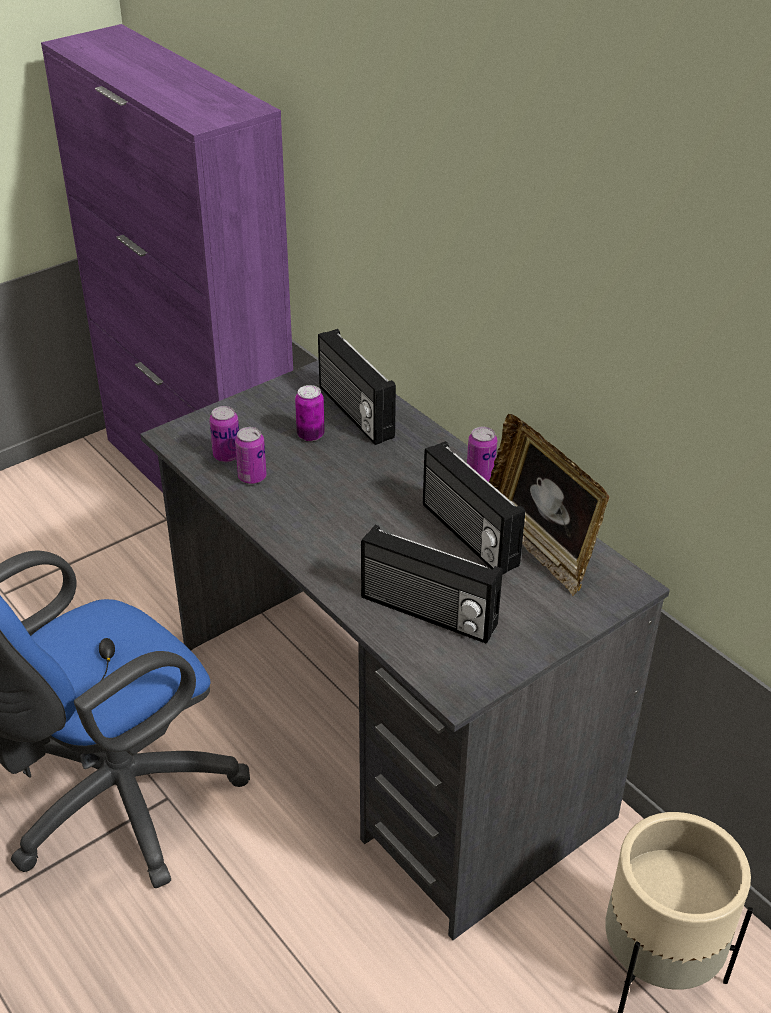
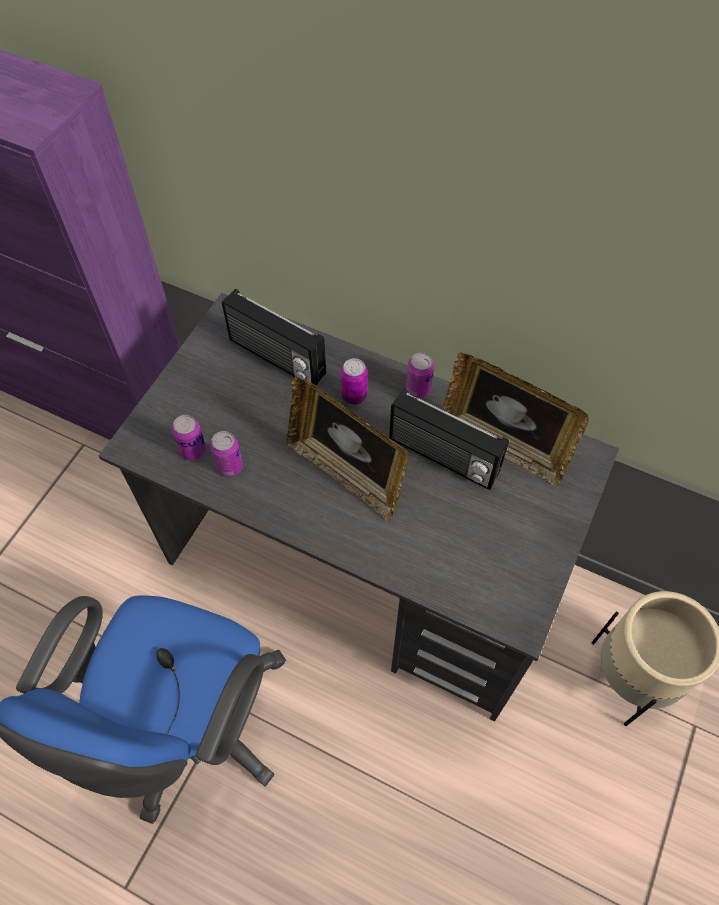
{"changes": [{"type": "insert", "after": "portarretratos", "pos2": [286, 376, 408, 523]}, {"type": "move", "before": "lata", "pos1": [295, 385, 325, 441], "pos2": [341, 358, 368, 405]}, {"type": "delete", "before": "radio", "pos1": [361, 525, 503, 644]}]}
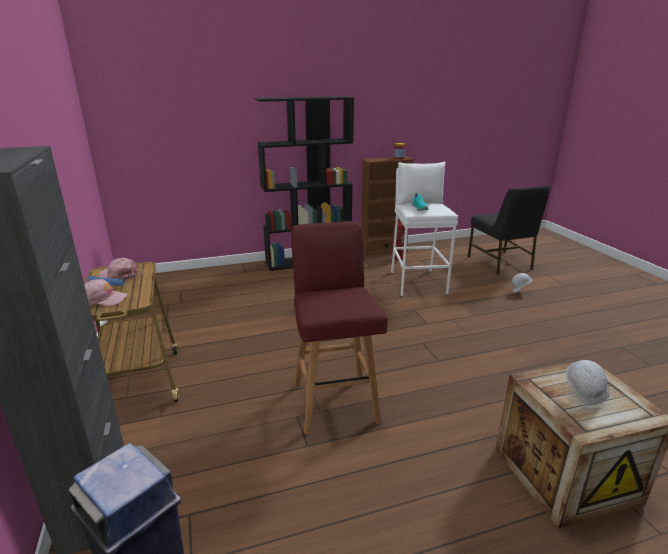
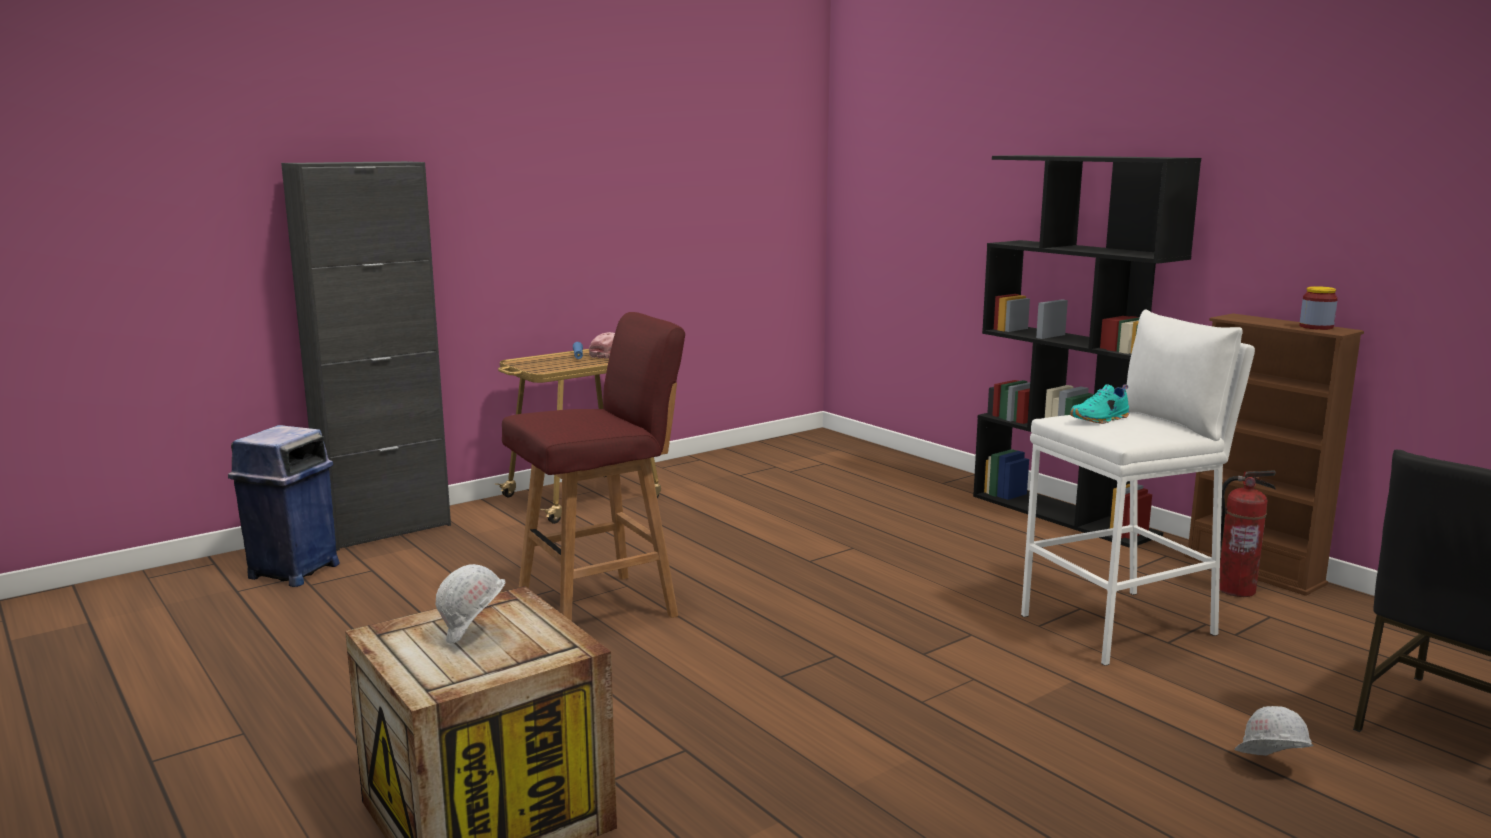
{"changes": [{"type": "delete", "before": "gorra [rosa]", "pos1": [84, 279, 128, 306]}]}
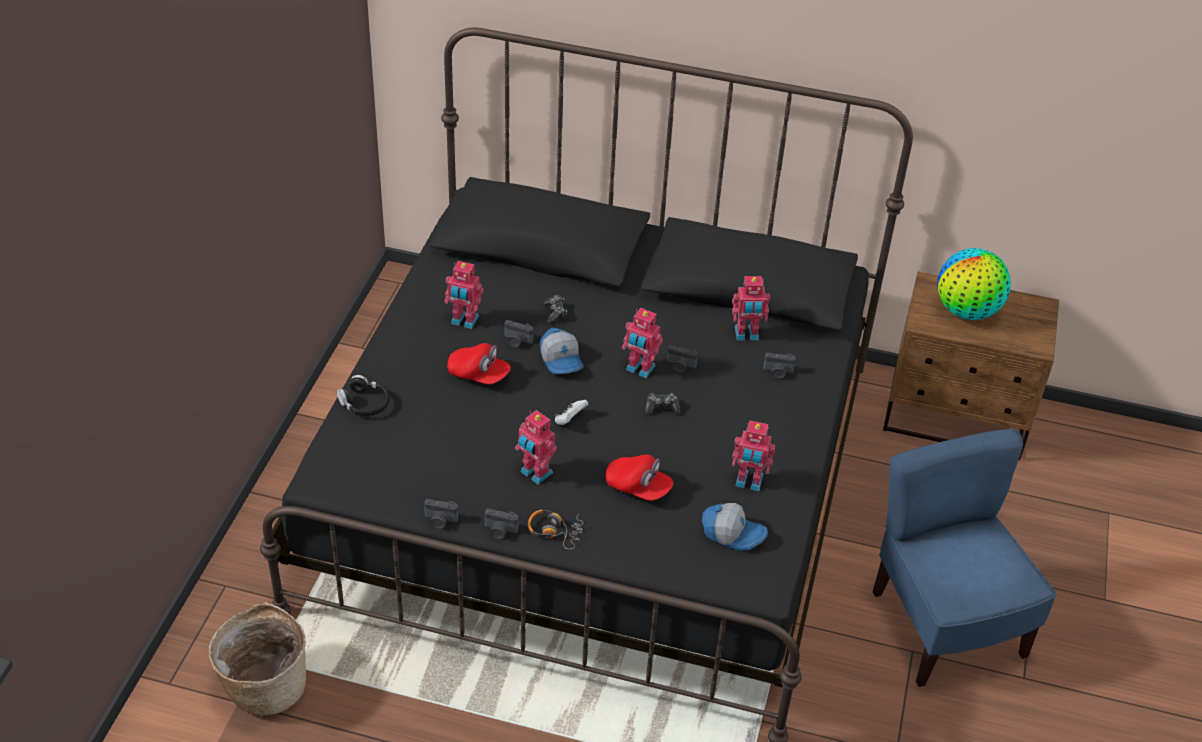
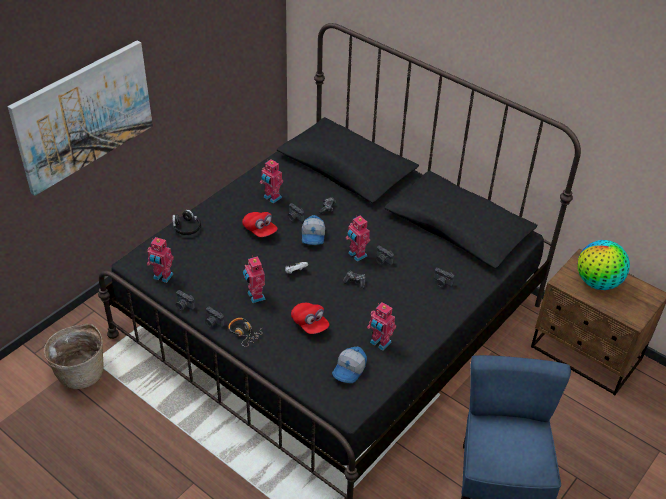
{"changes": [{"type": "insert", "after": "cuadro", "pos2": [8, 40, 153, 196]}, {"type": "move", "before": "robot de juguete", "pos1": [732, 276, 770, 340], "pos2": [147, 237, 174, 283]}, {"type": "rotate", "before": "gorra", "pos1": [702, 503, 768, 551], "pos2": [332, 347, 367, 383], "turn": 75}]}
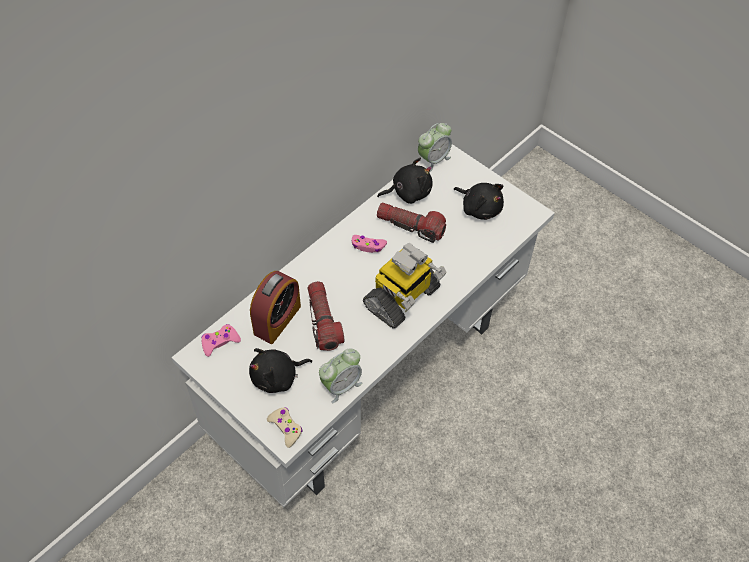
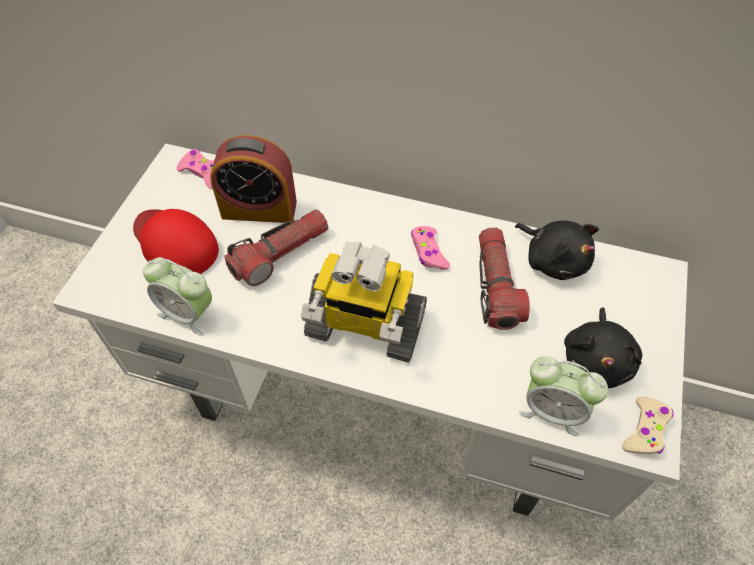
{"changes": [{"type": "replace", "before": "peluche [negro]", "after": "gorra [rojo]", "pos1": [249, 348, 312, 393], "pos2": [133, 209, 219, 274]}, {"type": "move", "before": "despertador", "pos1": [418, 123, 452, 172], "pos2": [519, 356, 608, 436]}, {"type": "move", "before": "mando de consola [beis]", "pos1": [267, 407, 302, 448], "pos2": [622, 397, 674, 454]}]}
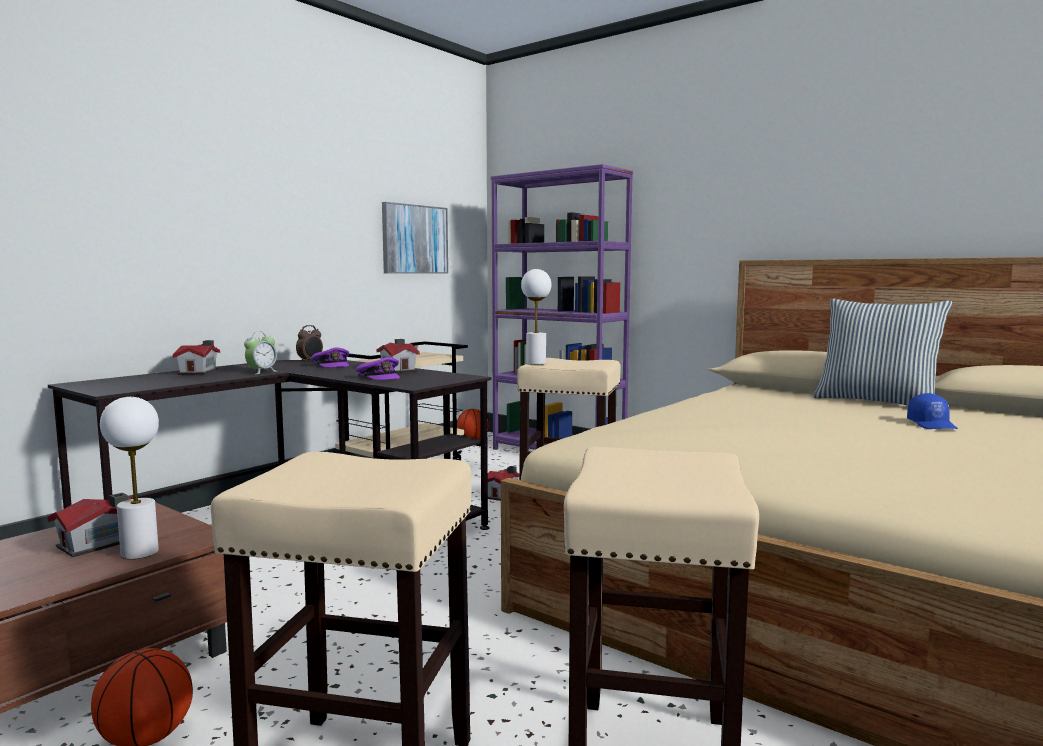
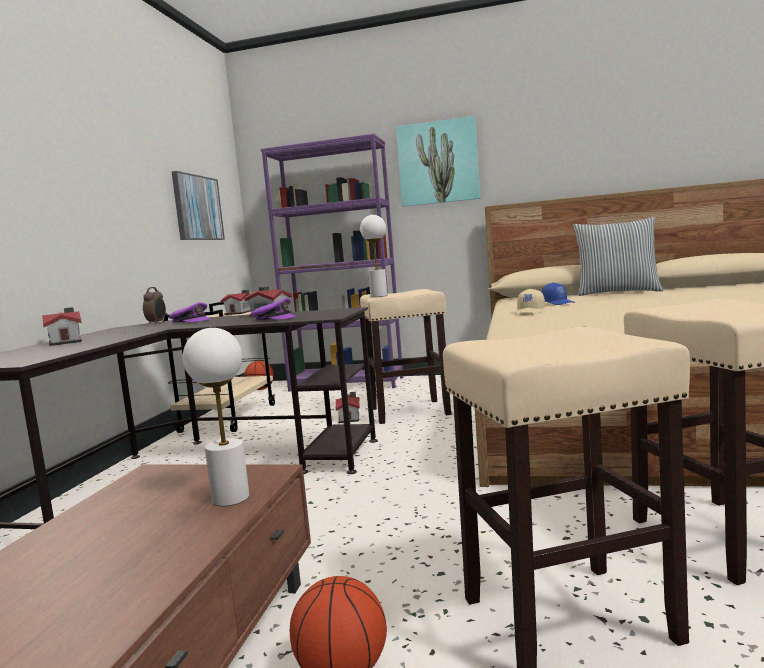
{"changes": [{"type": "move", "before": "casita", "pos1": [47, 493, 131, 557], "pos2": [221, 290, 251, 315]}, {"type": "insert", "after": "cuadro", "pos2": [396, 116, 480, 207]}, {"type": "insert", "after": "gorra [beis]", "pos2": [516, 289, 545, 314]}, {"type": "move", "before": "gorra [azul]", "pos1": [907, 393, 958, 429], "pos2": [542, 283, 575, 305]}, {"type": "delete", "before": "despertador", "pos1": [244, 331, 277, 374]}]}
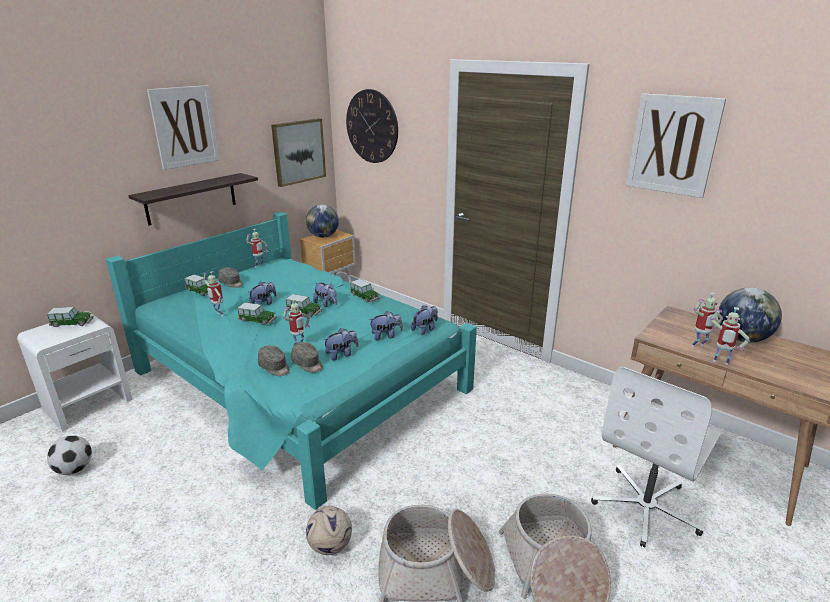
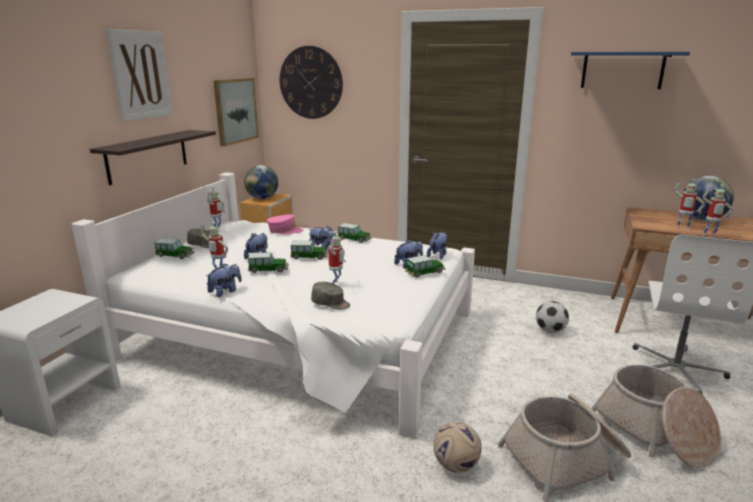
{"changes": [{"type": "recolor", "before": "cama [turquesa]", "after": "cama [blanco]", "pos1": [106, 212, 477, 510], "pos2": [72, 172, 475, 439]}, {"type": "move", "before": "peluche", "pos1": [323, 328, 358, 361], "pos2": [206, 263, 242, 297]}, {"type": "insert", "after": "gorra [rosa]", "pos2": [267, 214, 304, 234]}, {"type": "move", "before": "coche de juguete", "pos1": [47, 307, 94, 327], "pos2": [405, 255, 445, 278]}, {"type": "move", "before": "balón de fútbol", "pos1": [47, 435, 92, 475], "pos2": [536, 301, 569, 333]}, {"type": "replace", "before": "cuadro", "after": "estante [azul]", "pos1": [626, 93, 726, 198], "pos2": [571, 52, 690, 89]}, {"type": "rotate", "before": "robot de juguete", "pos1": [691, 293, 723, 347], "pos2": [673, 179, 705, 228], "turn": 60}, {"type": "delete", "before": "gorra [gris]", "pos1": [291, 342, 323, 373]}]}
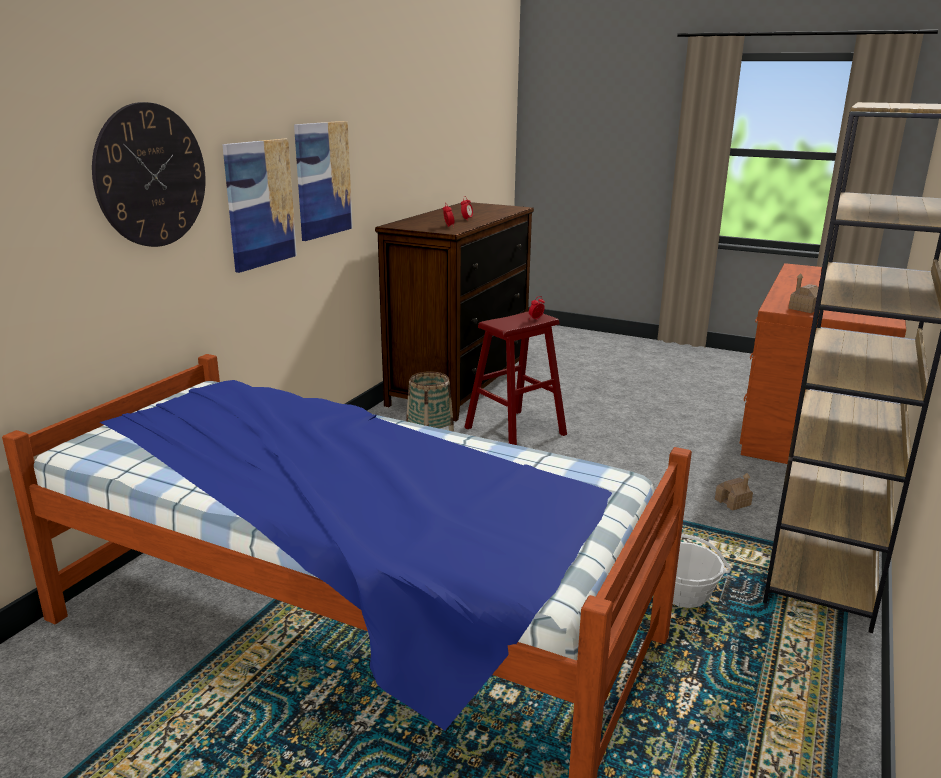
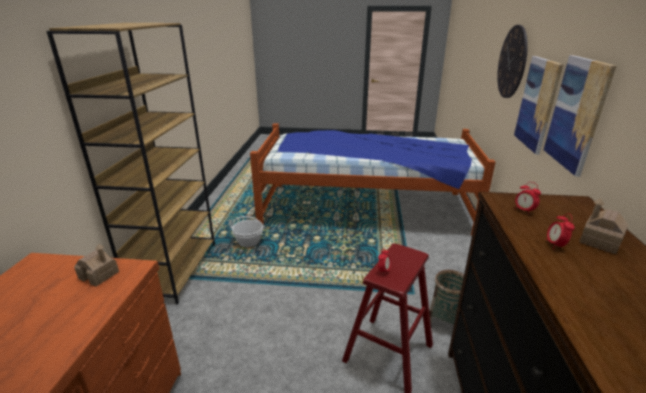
{"changes": [{"type": "move", "before": "casita", "pos1": [715, 473, 753, 511], "pos2": [579, 198, 629, 254]}]}
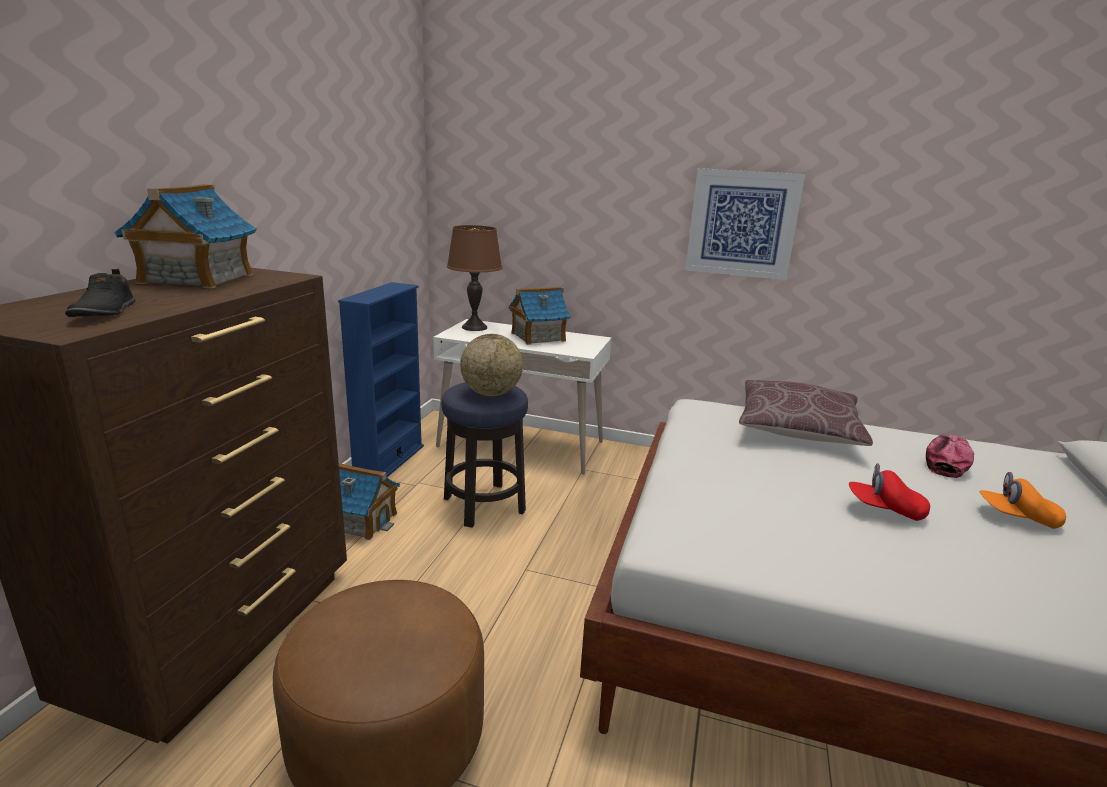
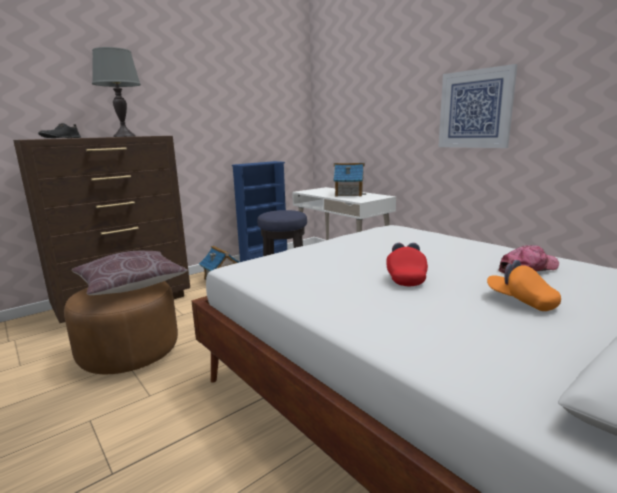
{"changes": [{"type": "move", "before": "cojín [marrón]", "pos1": [739, 380, 873, 446], "pos2": [72, 251, 188, 295]}, {"type": "replace", "before": "casita", "after": "lámpara de mesa [gris]", "pos1": [114, 184, 256, 289], "pos2": [92, 47, 141, 137]}, {"type": "rotate", "before": "gorra [rojo]", "pos1": [849, 464, 930, 521], "pos2": [386, 243, 428, 287], "turn": 45}, {"type": "delete", "before": "lámpara de mesa [marrón]", "pos1": [447, 225, 502, 331]}, {"type": "delete", "before": "globo terráqueo", "pos1": [460, 334, 523, 396]}]}
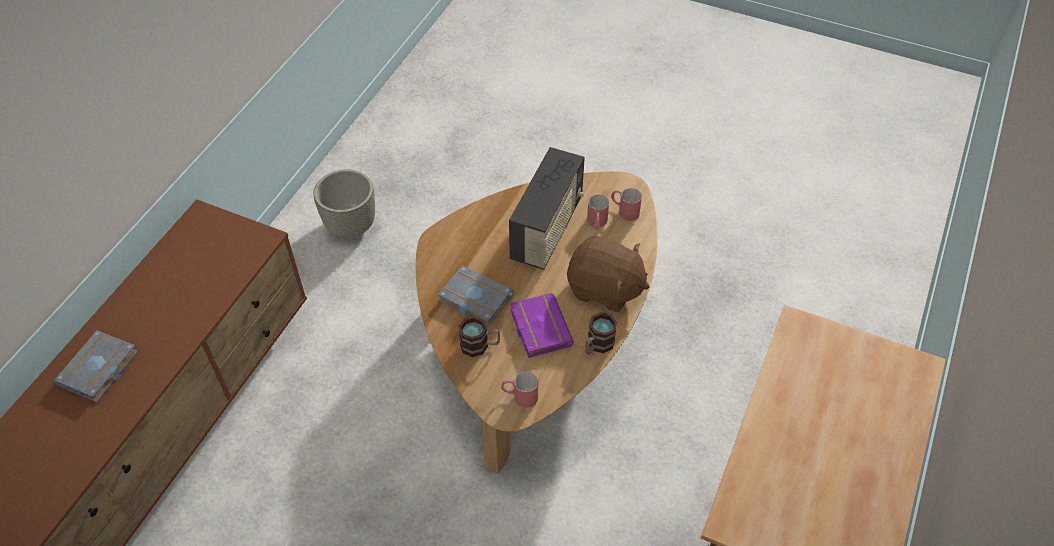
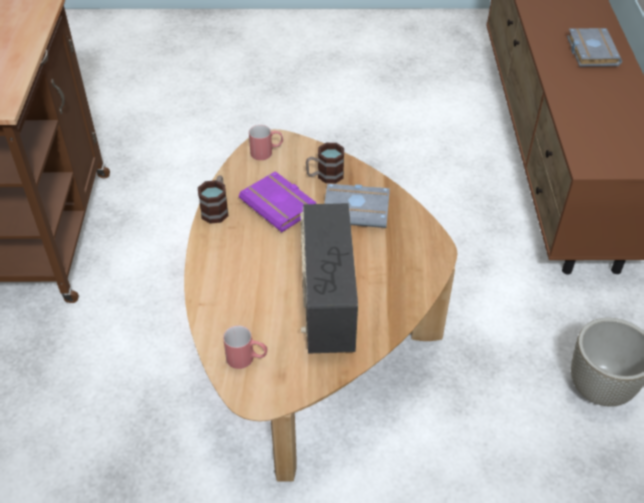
{"changes": [{"type": "delete", "before": "peluche [marrón]", "pos1": [567, 236, 650, 313]}, {"type": "delete", "before": "taza grande [rojo]", "pos1": [587, 194, 609, 230]}]}
